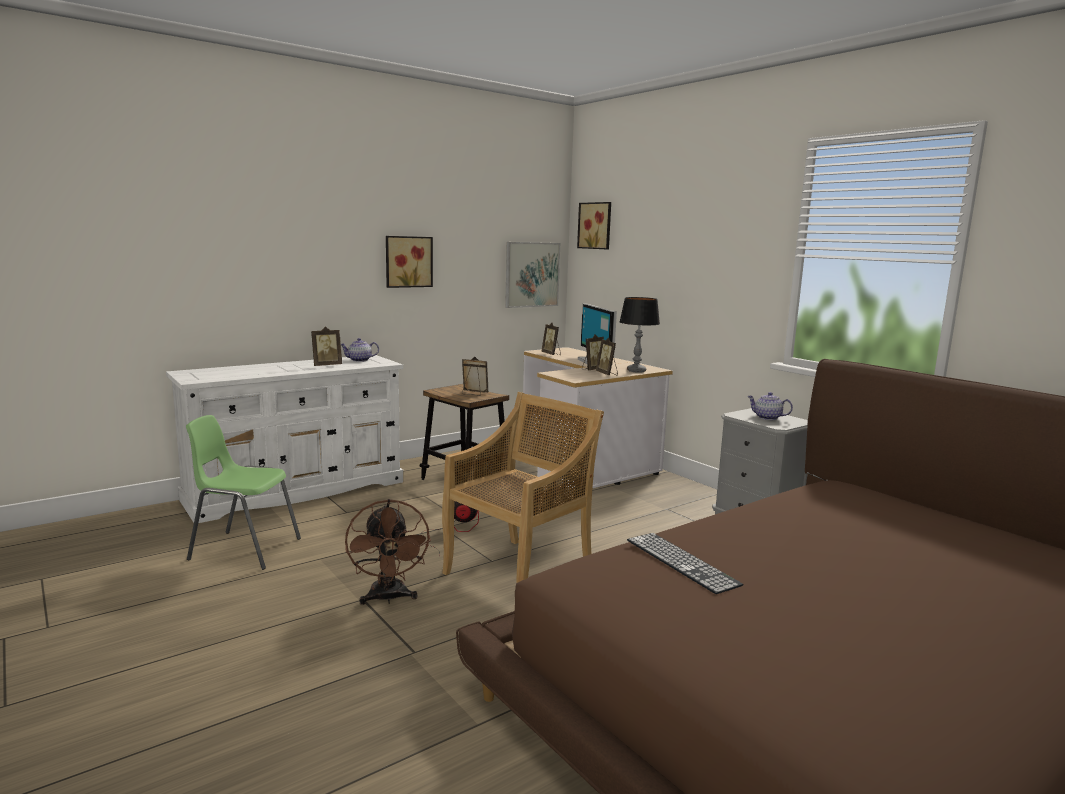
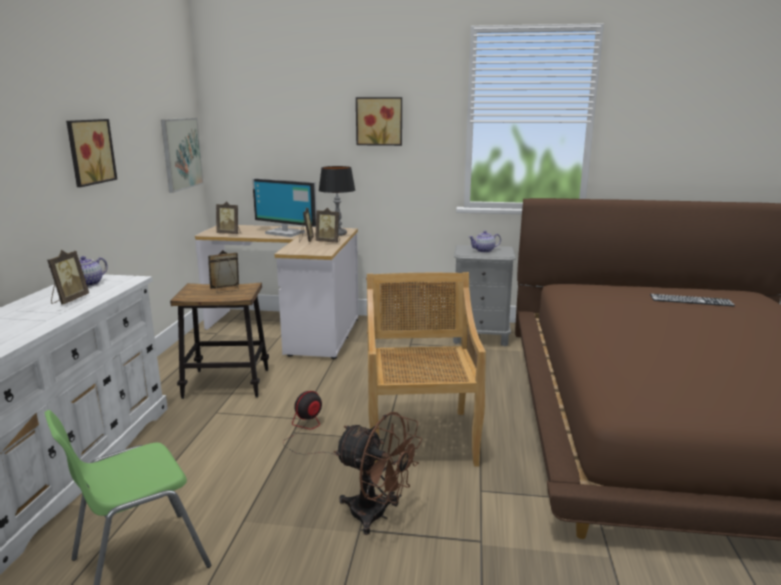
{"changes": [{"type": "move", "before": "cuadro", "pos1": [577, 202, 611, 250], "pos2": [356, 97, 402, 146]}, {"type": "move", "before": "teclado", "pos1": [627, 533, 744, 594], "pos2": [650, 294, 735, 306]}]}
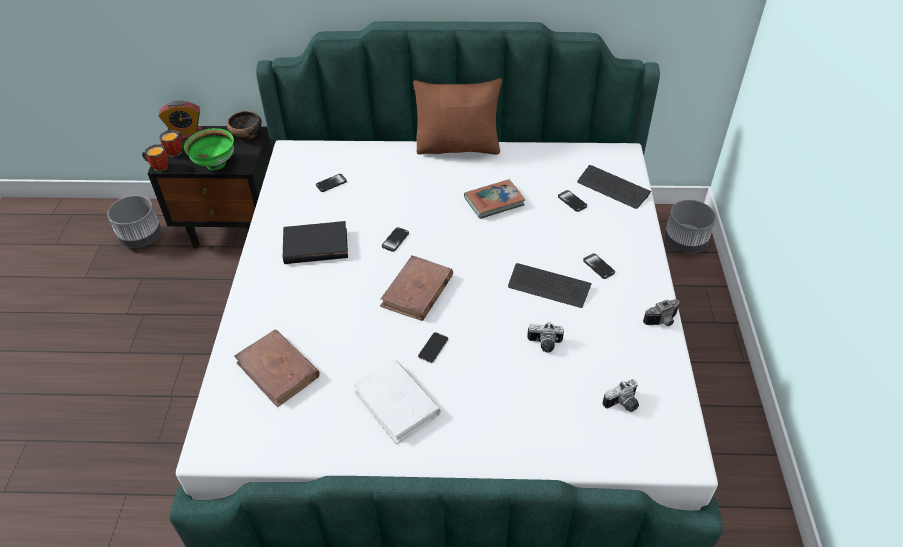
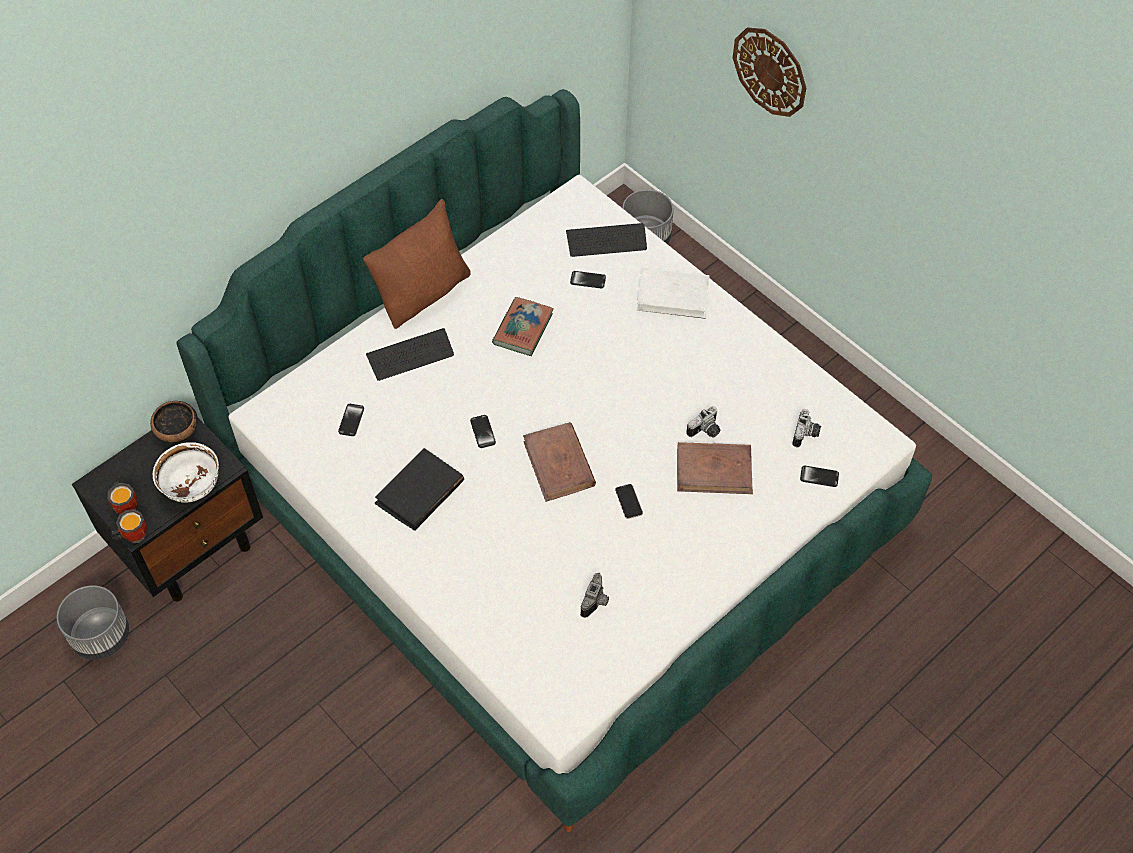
{"changes": [{"type": "recolor", "before": "cuenco [verde]", "after": "cuenco [blanco]", "pos1": [184, 128, 234, 170], "pos2": [153, 442, 219, 503]}, {"type": "move", "before": "teclado", "pos1": [508, 263, 592, 308], "pos2": [366, 328, 454, 381]}, {"type": "move", "before": "cámara", "pos1": [643, 299, 680, 326], "pos2": [580, 573, 609, 618]}, {"type": "move", "before": "libro [blanco]", "pos1": [353, 360, 441, 444], "pos2": [637, 268, 710, 319]}, {"type": "move", "before": "libro [marrón]", "pos1": [234, 329, 320, 407], "pos2": [677, 442, 753, 494]}, {"type": "insert", "after": "reloj de pared", "pos2": [733, 27, 806, 117]}, {"type": "move", "before": "móvil", "pos1": [583, 253, 615, 279], "pos2": [800, 466, 839, 487]}, {"type": "delete", "before": "despertador", "pos1": [158, 100, 202, 140]}]}
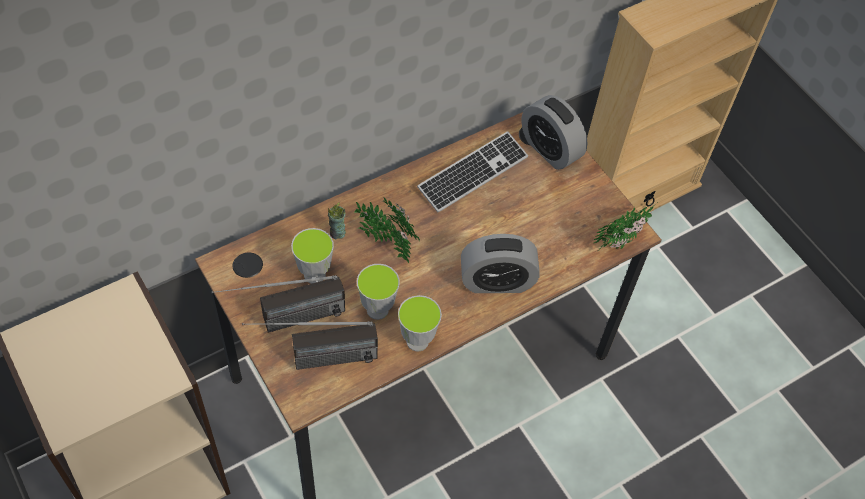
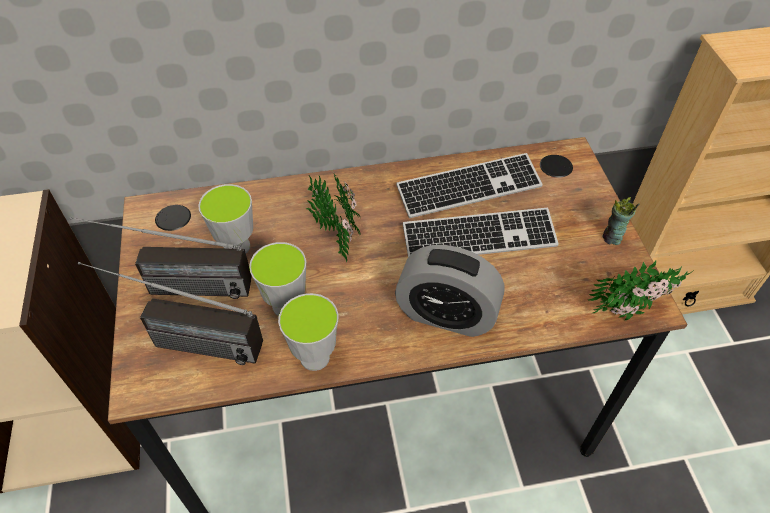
{"changes": [{"type": "insert", "after": "teclado", "pos2": [403, 208, 559, 257]}, {"type": "move", "before": "taza", "pos1": [328, 202, 346, 239], "pos2": [603, 197, 640, 245]}, {"type": "delete", "before": "despertador", "pos1": [521, 95, 587, 170]}]}
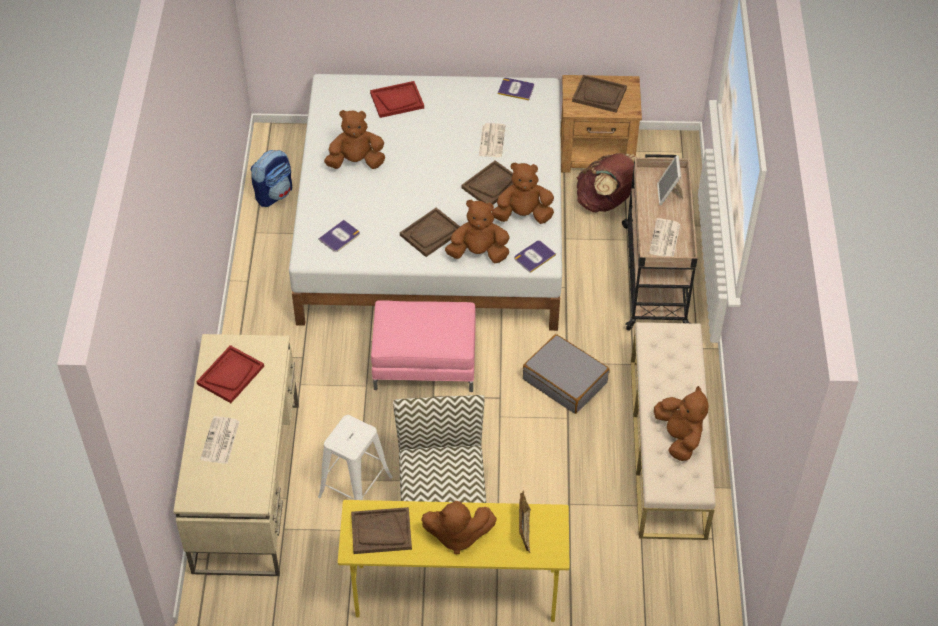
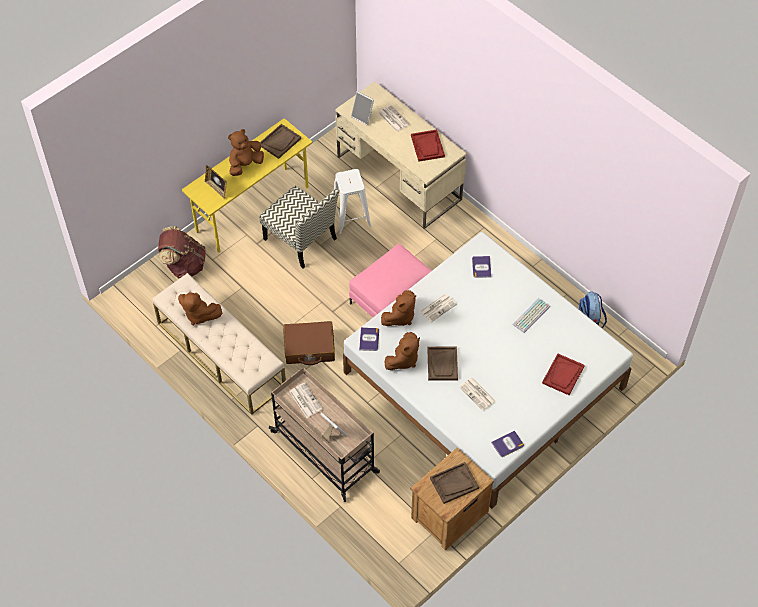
{"changes": [{"type": "move", "before": "mochila [marrón]", "pos1": [577, 153, 637, 212], "pos2": [158, 226, 206, 279]}, {"type": "recolor", "before": "maleta [gris]", "after": "maleta [marrón]", "pos1": [523, 334, 610, 414], "pos2": [284, 321, 335, 365]}, {"type": "insert", "after": "portarretratos", "pos2": [351, 91, 374, 126]}, {"type": "replace", "before": "bandeja [marrón]", "after": "periódico", "pos1": [400, 207, 460, 257], "pos2": [420, 294, 457, 322]}, {"type": "replace", "before": "peluche [marrón]", "after": "teclado", "pos1": [324, 110, 385, 169], "pos2": [513, 298, 550, 333]}]}
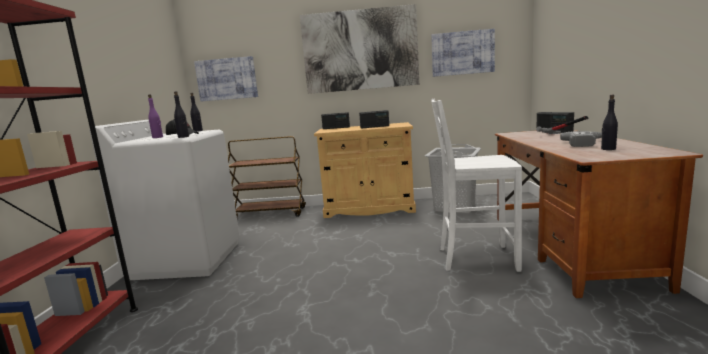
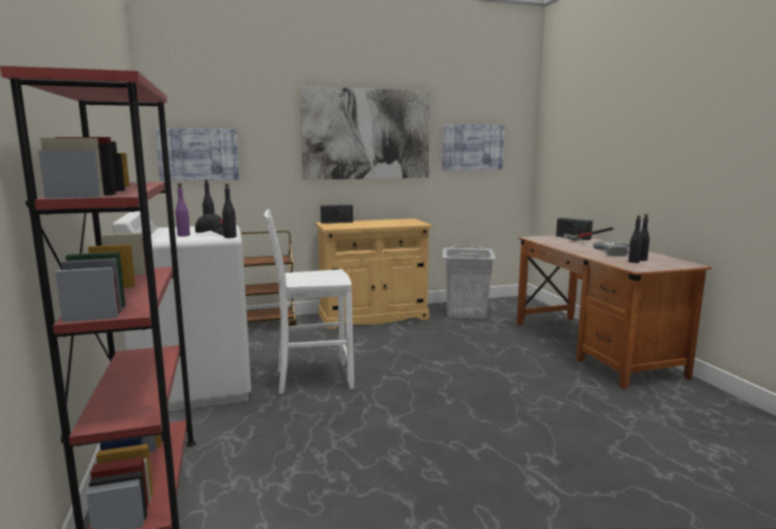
{"changes": [{"type": "move", "before": "silla [blanco]", "pos1": [431, 99, 522, 272], "pos2": [264, 209, 354, 394]}, {"type": "insert", "after": "botella [negro]", "pos2": [628, 215, 642, 263]}, {"type": "delete", "before": "radio", "pos1": [359, 110, 389, 129]}]}
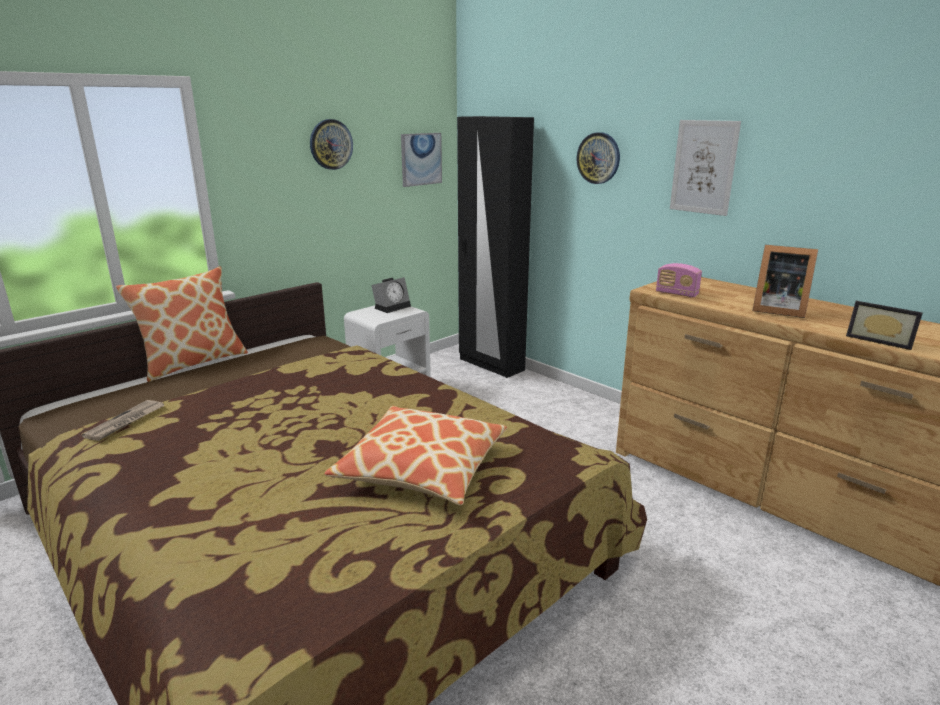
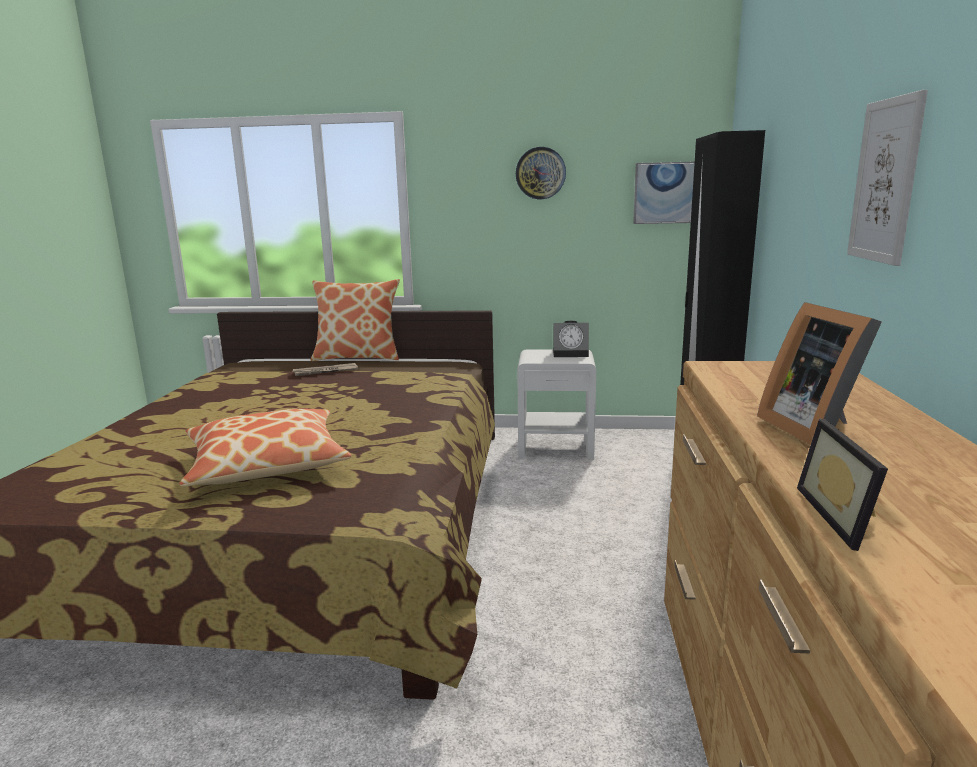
{"changes": [{"type": "move", "before": "periódico", "pos1": [82, 400, 165, 441], "pos2": [293, 363, 358, 376]}, {"type": "delete", "before": "reloj de pared", "pos1": [577, 132, 620, 184]}, {"type": "delete", "before": "radio", "pos1": [656, 263, 702, 298]}]}
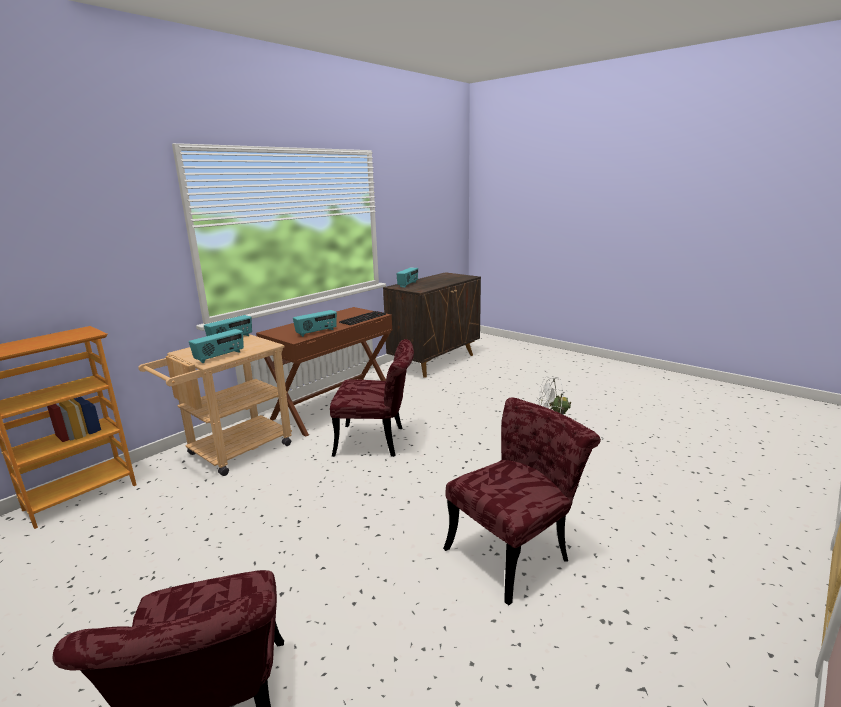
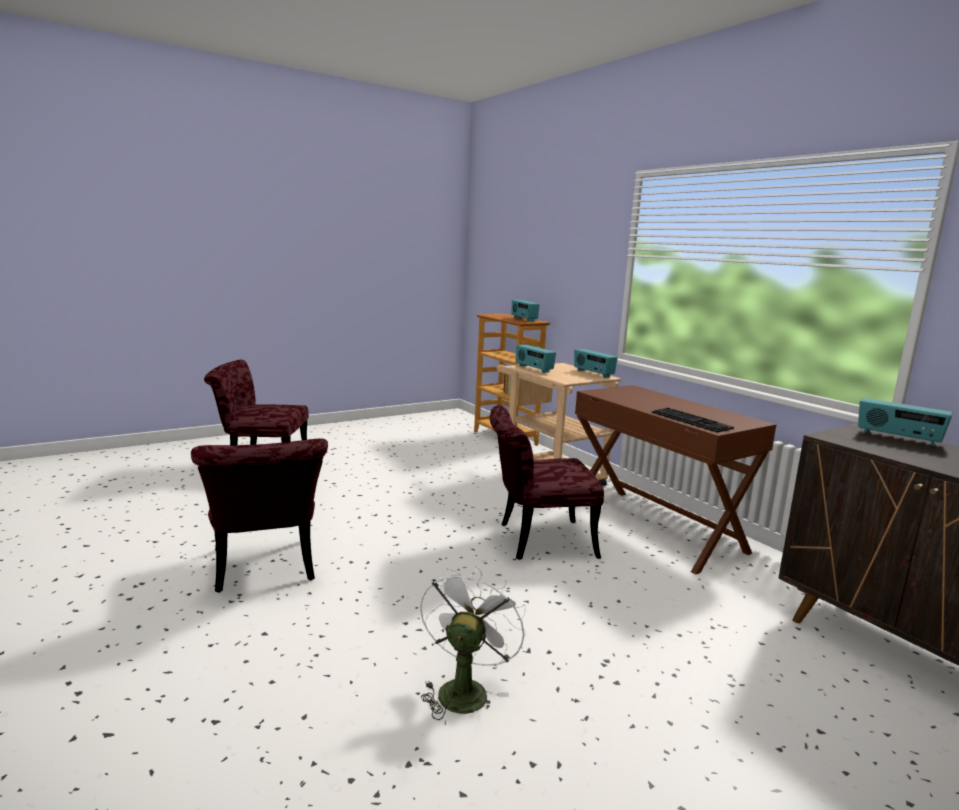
{"changes": [{"type": "rotate", "before": "silla [rojo]", "pos1": [330, 339, 414, 457], "pos2": [490, 405, 604, 560], "turn": 60}, {"type": "move", "before": "radio", "pos1": [293, 310, 337, 337], "pos2": [512, 300, 540, 322]}]}
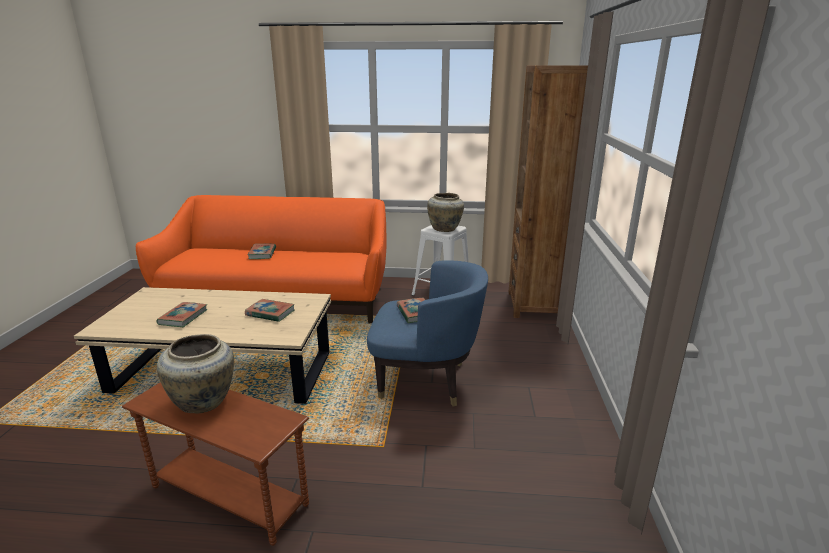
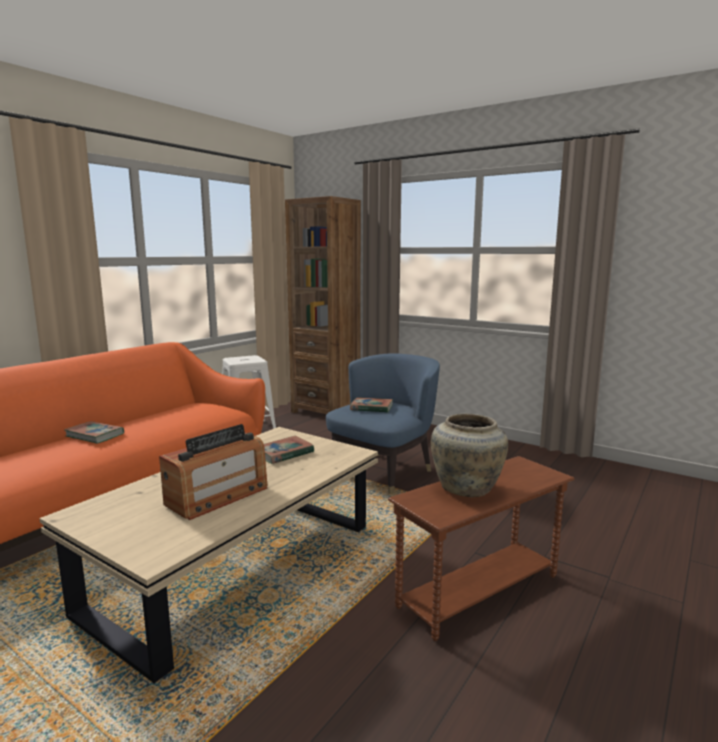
{"changes": [{"type": "replace", "before": "libro", "after": "radio", "pos1": [156, 302, 207, 327], "pos2": [159, 424, 268, 520]}, {"type": "delete", "before": "florero [beis]", "pos1": [427, 193, 464, 232]}]}
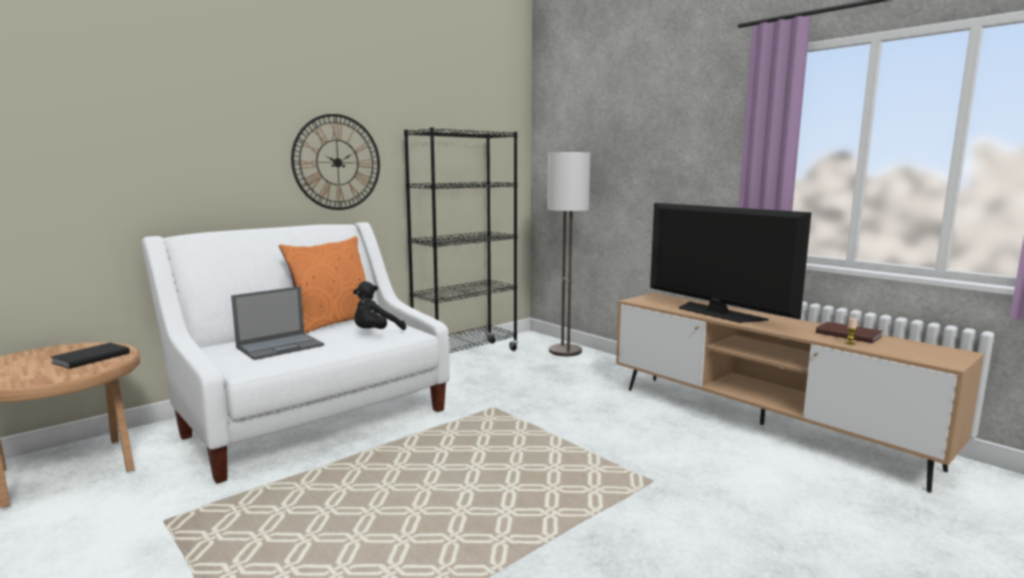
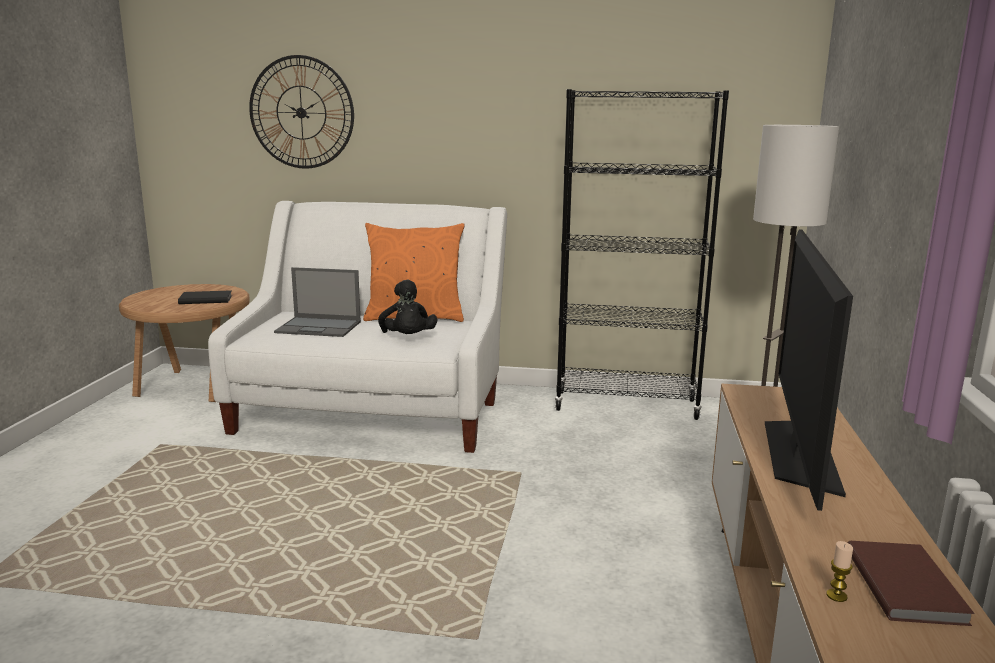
{"changes": [{"type": "move", "before": "reloj de pared", "pos1": [291, 114, 380, 210], "pos2": [249, 55, 354, 169]}, {"type": "rotate", "before": "peluche [negro]", "pos1": [353, 281, 406, 330], "pos2": [378, 280, 437, 334], "turn": -105}]}
